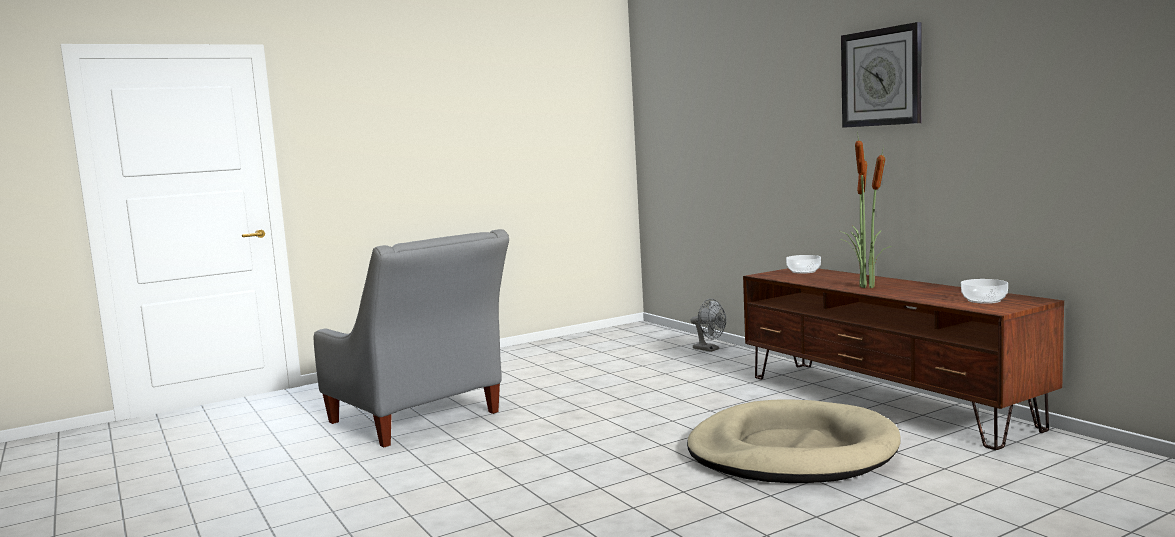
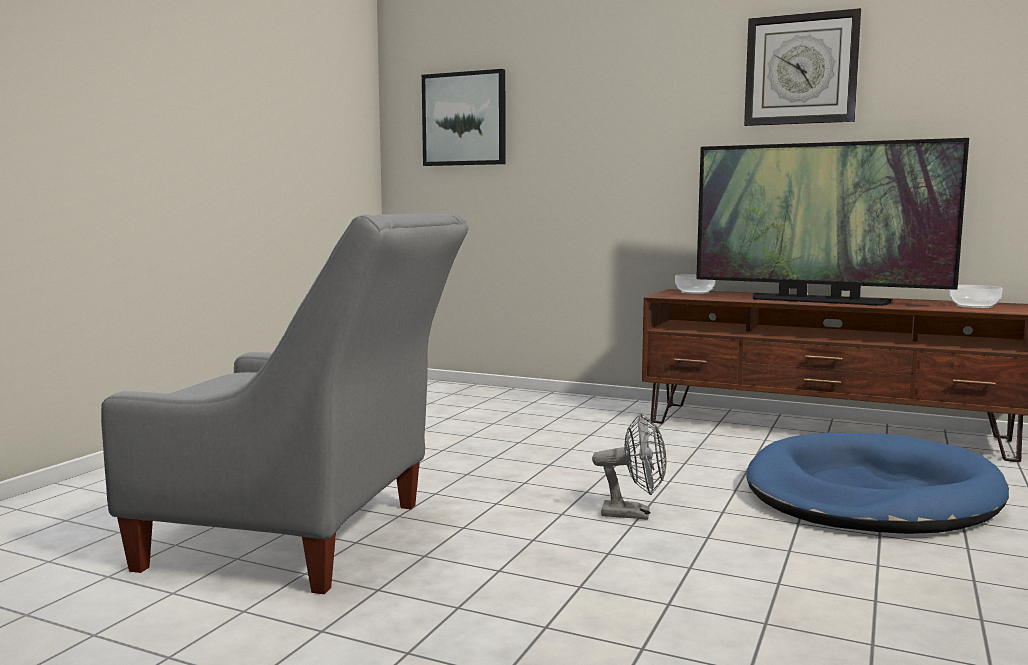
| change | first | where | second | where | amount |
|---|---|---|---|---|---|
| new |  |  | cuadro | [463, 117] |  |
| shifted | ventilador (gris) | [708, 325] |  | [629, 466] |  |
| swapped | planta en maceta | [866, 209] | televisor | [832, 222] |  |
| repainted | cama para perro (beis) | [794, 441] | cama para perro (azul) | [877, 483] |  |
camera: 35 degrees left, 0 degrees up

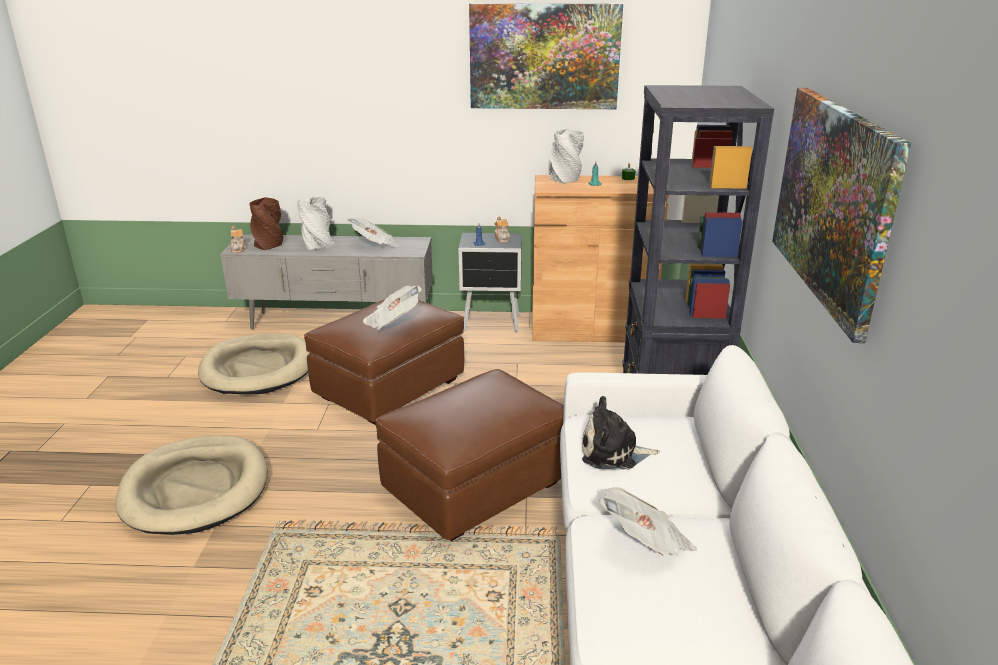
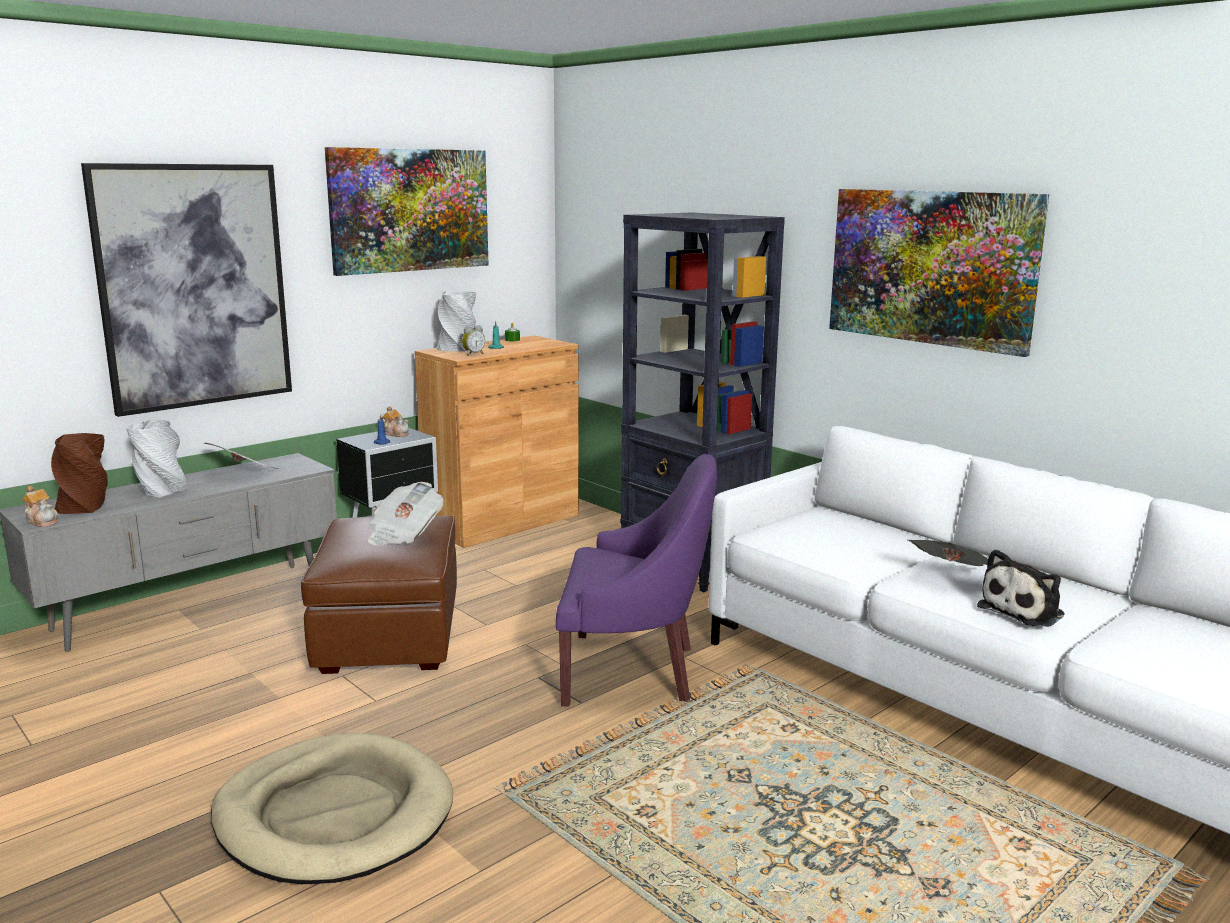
| change | first | where | second | where | amount |
|---|---|---|---|---|---|
| gone | cama para perro (beis) | [253, 363] |  |  |  |
| new |  |  | cuadro | [186, 290] |  |
| new |  |  | despertador | [473, 340] |  |
| shifted | peluche | [621, 432] |  | [1021, 588] |  |
| swapped | puf (marrón) | [469, 455] | sillón (morado) | [636, 580] |  |
camera: 45 degrees left, 10 degrees down

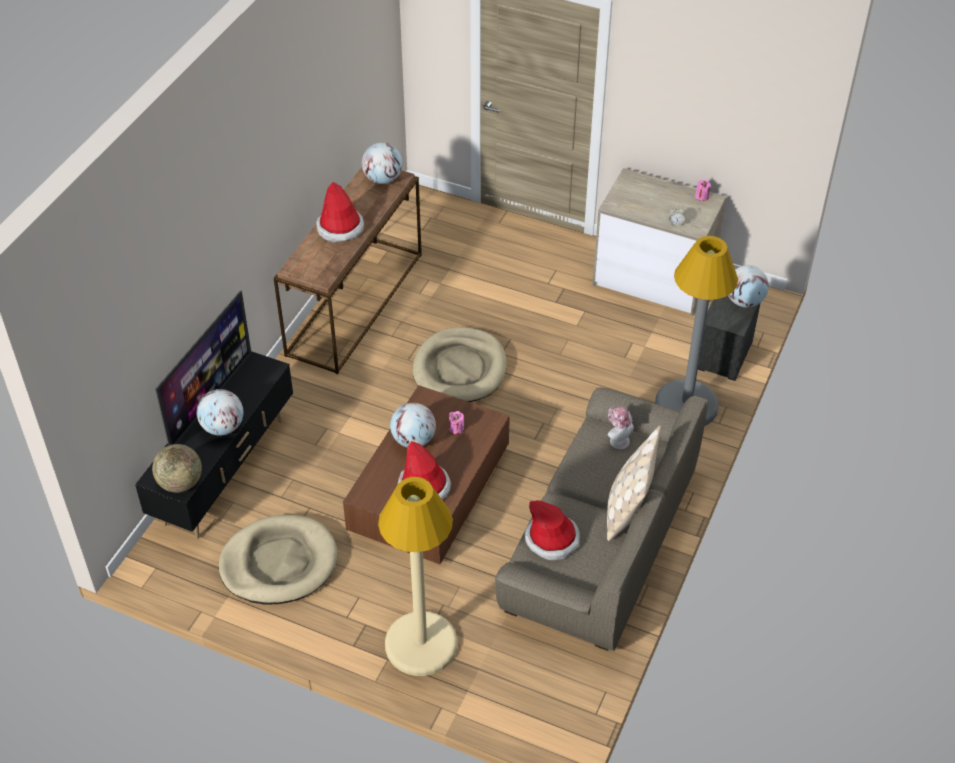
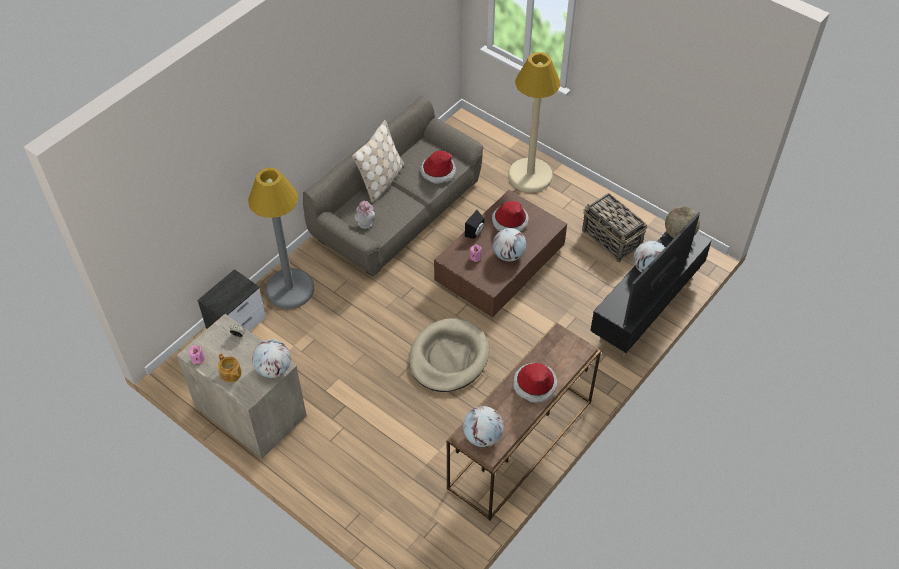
| change | first | where | second | where | amount |
|---|---|---|---|---|---|
| new |  |  | tetera | [230, 367] |  |
| new |  |  | altavoz (negro) | [475, 224] |  |
| shifted | globo terráqueo | [748, 286] |  | [271, 358] |  |
| swapped | cama para perro (beis) | [278, 560] | cesta | [614, 227] |  |
camera: 165 degrees left, 5 degrees up

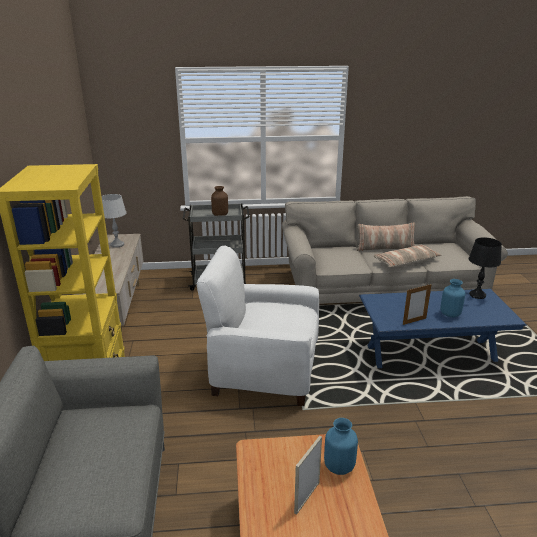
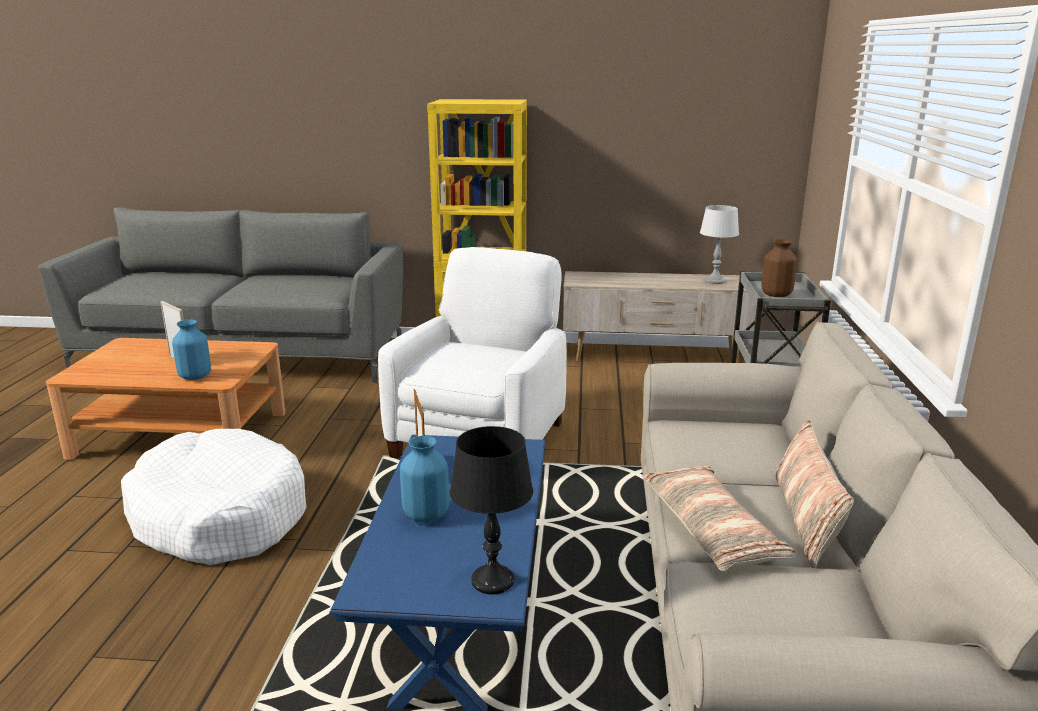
| change | first | where | second | where | amount |
|---|---|---|---|---|---|
| new |  |  | cama para perro (blanco) | [214, 497] |  |
camera: 100 degrees right, 5 degrees down

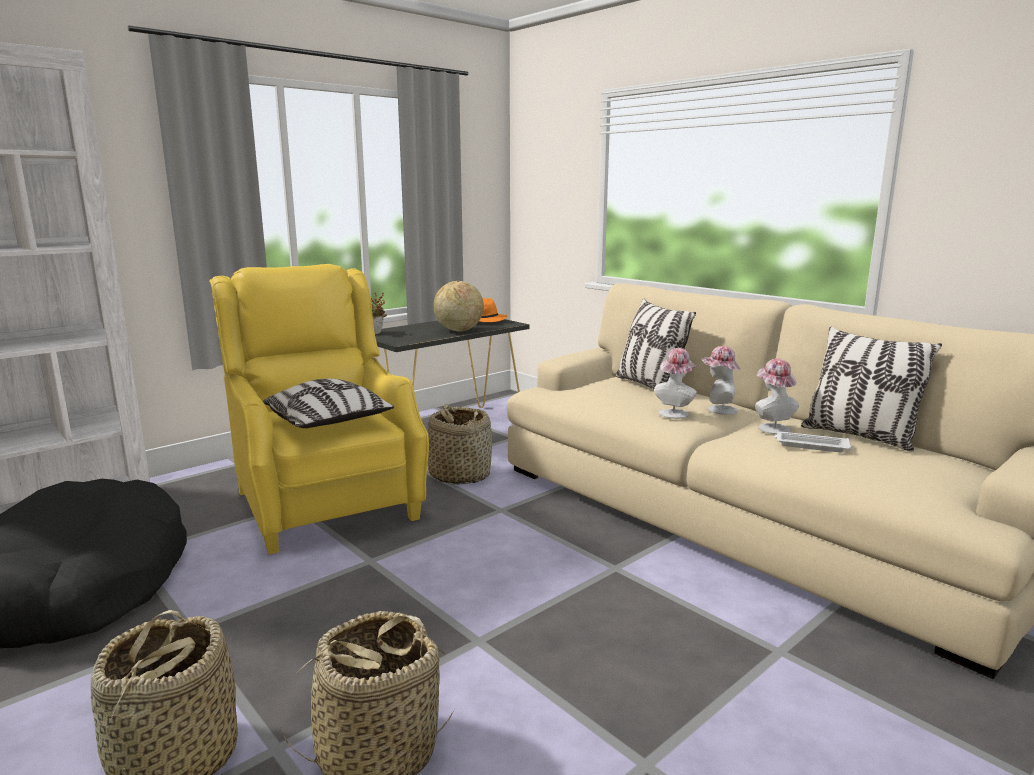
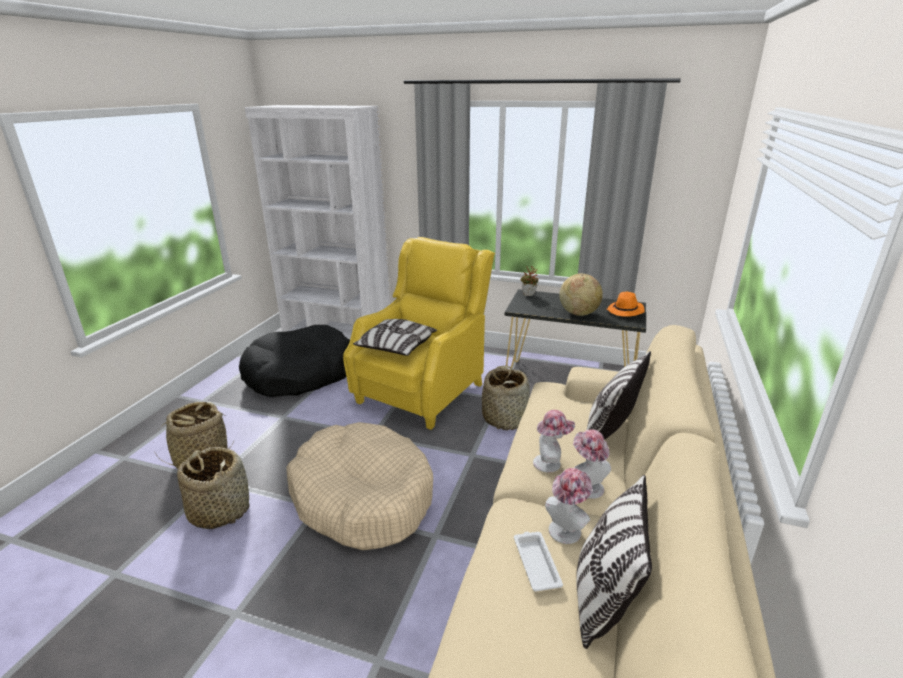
| change | first | where | second | where | amount |
|---|---|---|---|---|---|
| new |  |  | cama para perro (beis) | [359, 486] |  |
camera: 60 degrees right, 10 degrees up

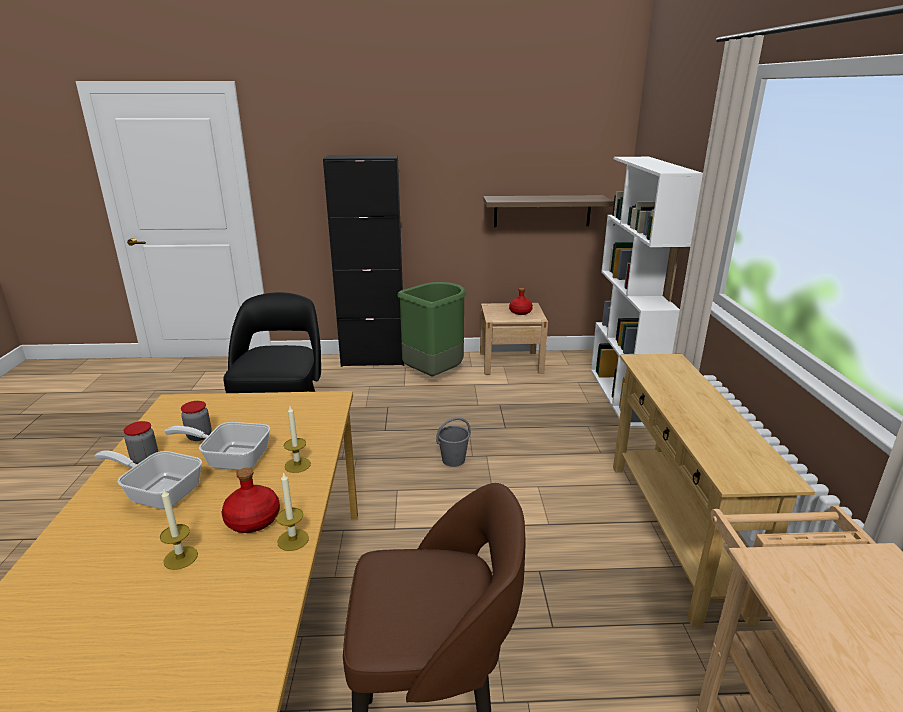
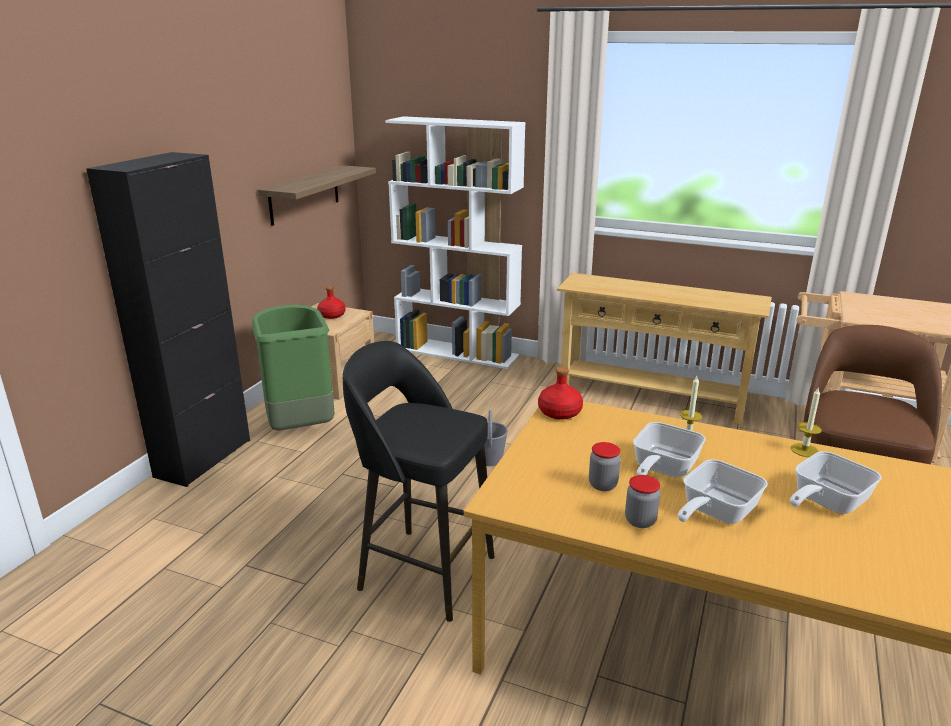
| change | first | where | second | where | amount |
|---|---|---|---|---|---|
| shifted | botella (rojo) | [251, 500] |  | [560, 393] |  |
| swapped | vela | [179, 529] | sartén | [836, 482] |  |
camera: 65 degrees left, 0 degrees up

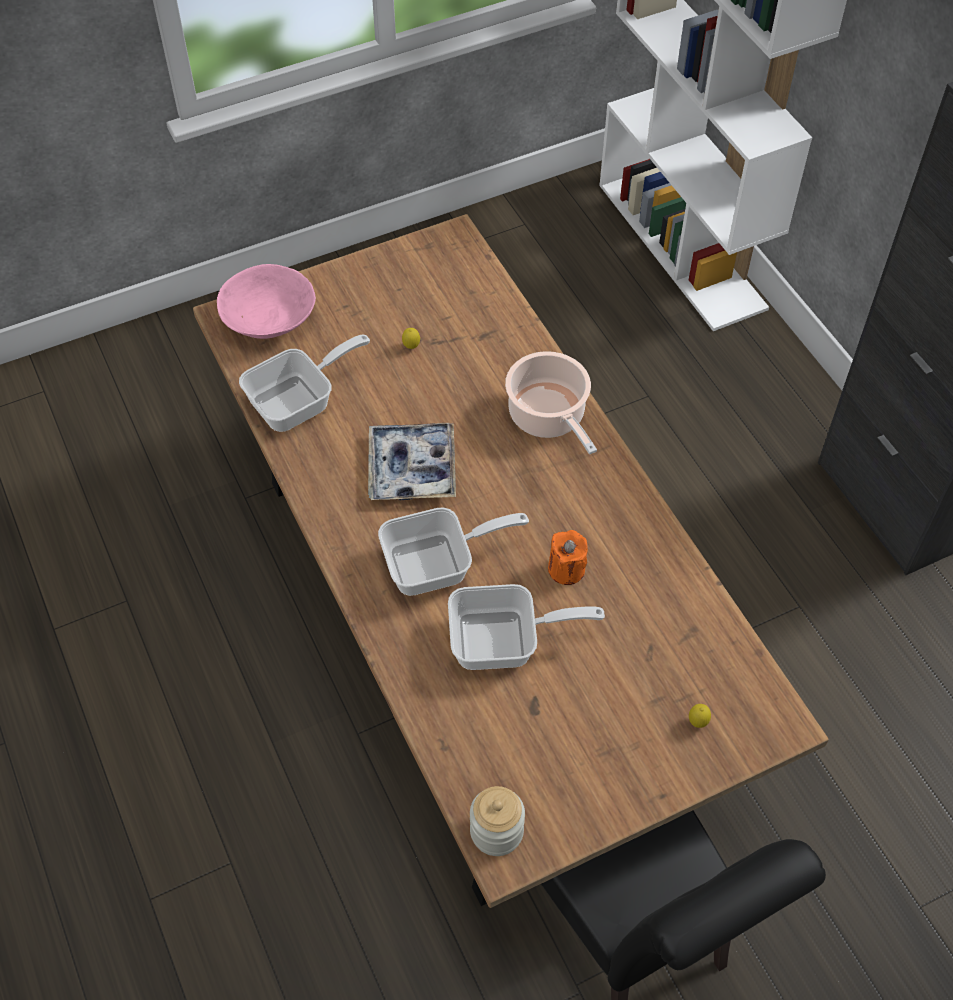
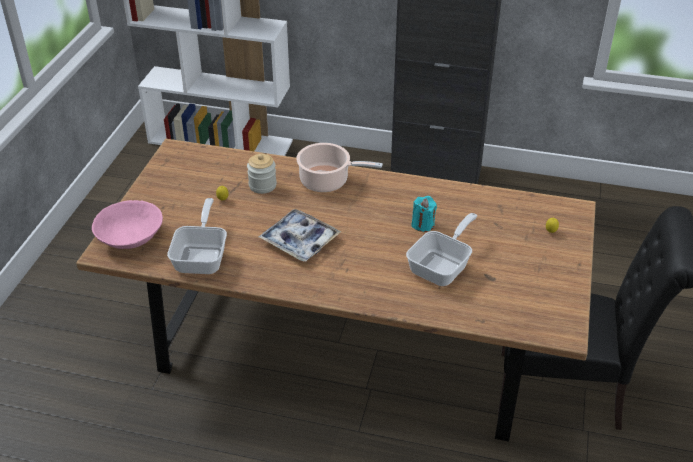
| change | first | where | second | where | amount |
|---|---|---|---|---|---|
| gone | sartén | [453, 551] |  |  |  |
| shifted | tarro | [497, 821] |  | [262, 174] |  |
| repainted | vela (naranja) | [568, 557] | vela (turquesa) | [424, 214] |  |
camera: 50 degrees left, 15 degrees down

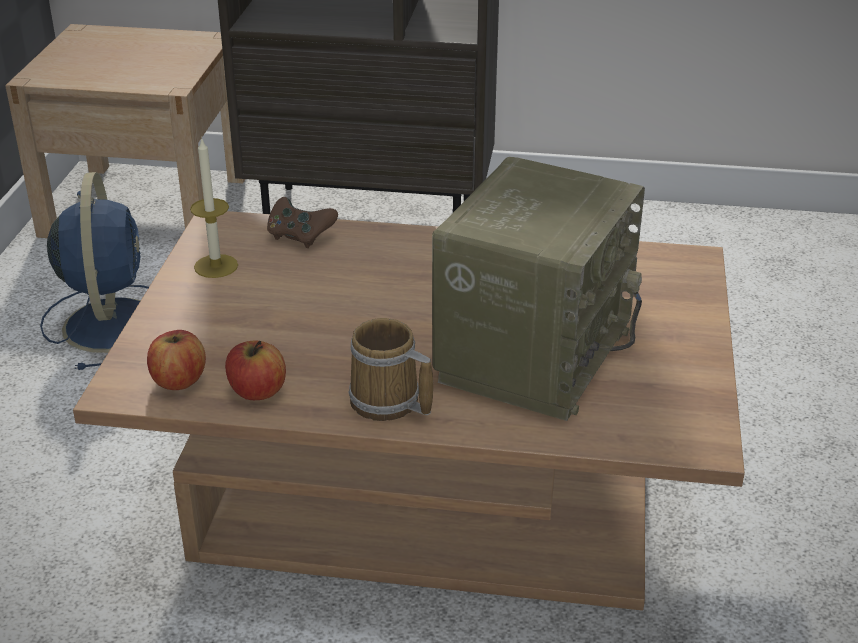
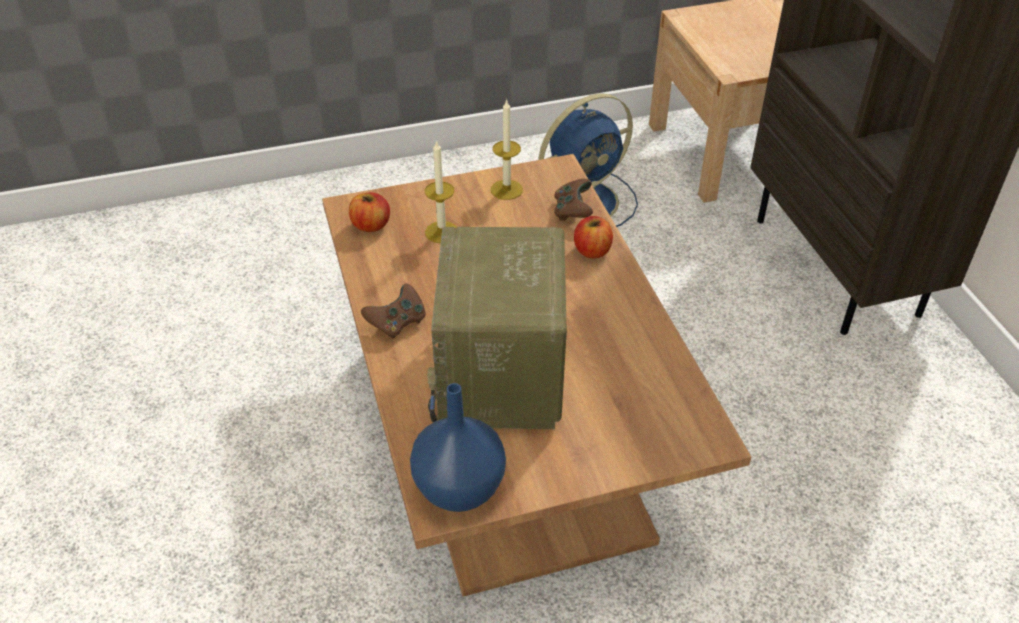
| change | first | where | second | where | amount |
|---|---|---|---|---|---|
| new |  |  | florero (azul) | [458, 447] |  |
| new |  |  | vela | [441, 191] |  |
| shifted | manzana | [255, 370] |  | [593, 237] |  |
| swapped | taza grande | [390, 369] | mando de consola (marrón) | [393, 311] |  |
| rotated | radio | [538, 289] |  | [497, 328] | 90 degrees clockwise |
camera: 65 degrees right, 10 degrees up

